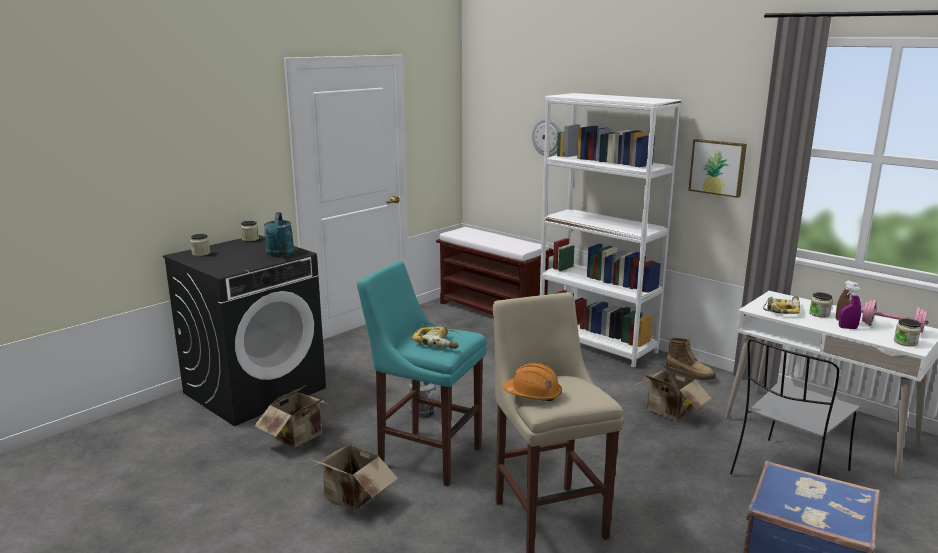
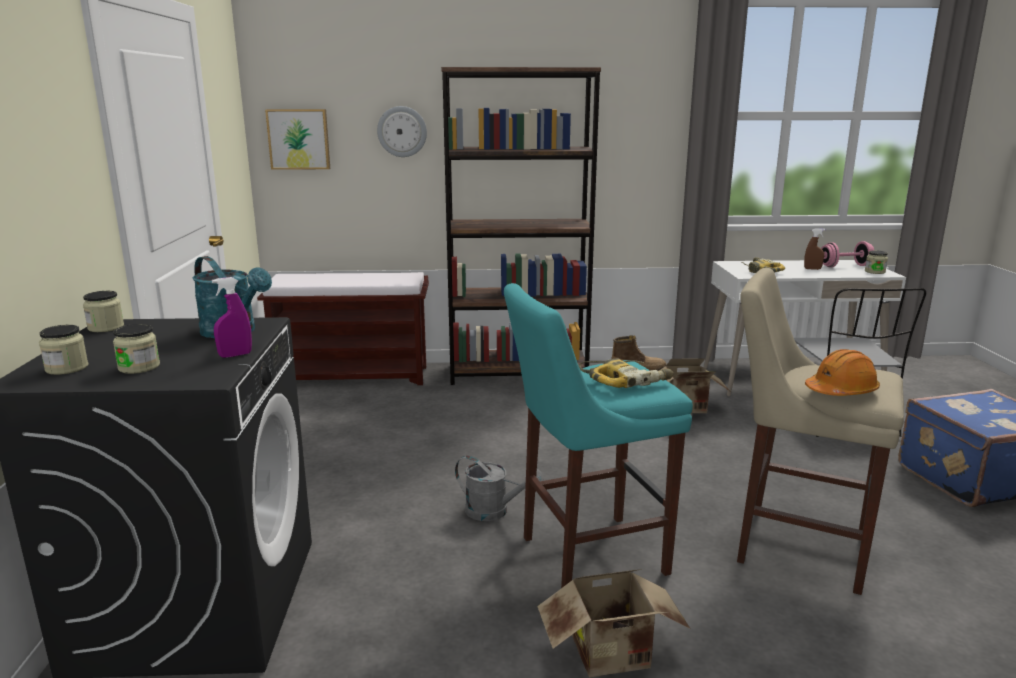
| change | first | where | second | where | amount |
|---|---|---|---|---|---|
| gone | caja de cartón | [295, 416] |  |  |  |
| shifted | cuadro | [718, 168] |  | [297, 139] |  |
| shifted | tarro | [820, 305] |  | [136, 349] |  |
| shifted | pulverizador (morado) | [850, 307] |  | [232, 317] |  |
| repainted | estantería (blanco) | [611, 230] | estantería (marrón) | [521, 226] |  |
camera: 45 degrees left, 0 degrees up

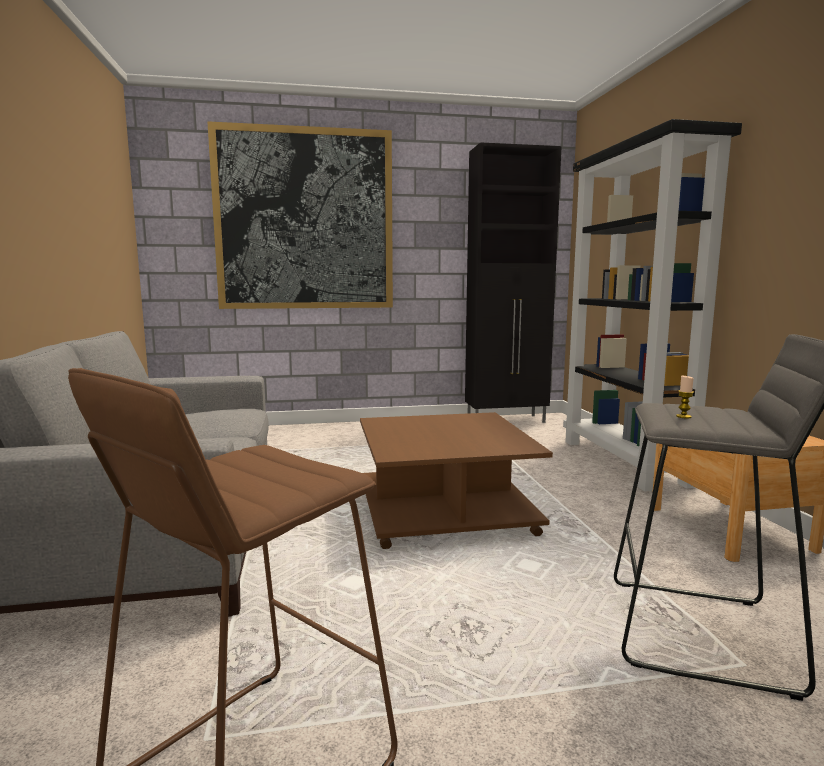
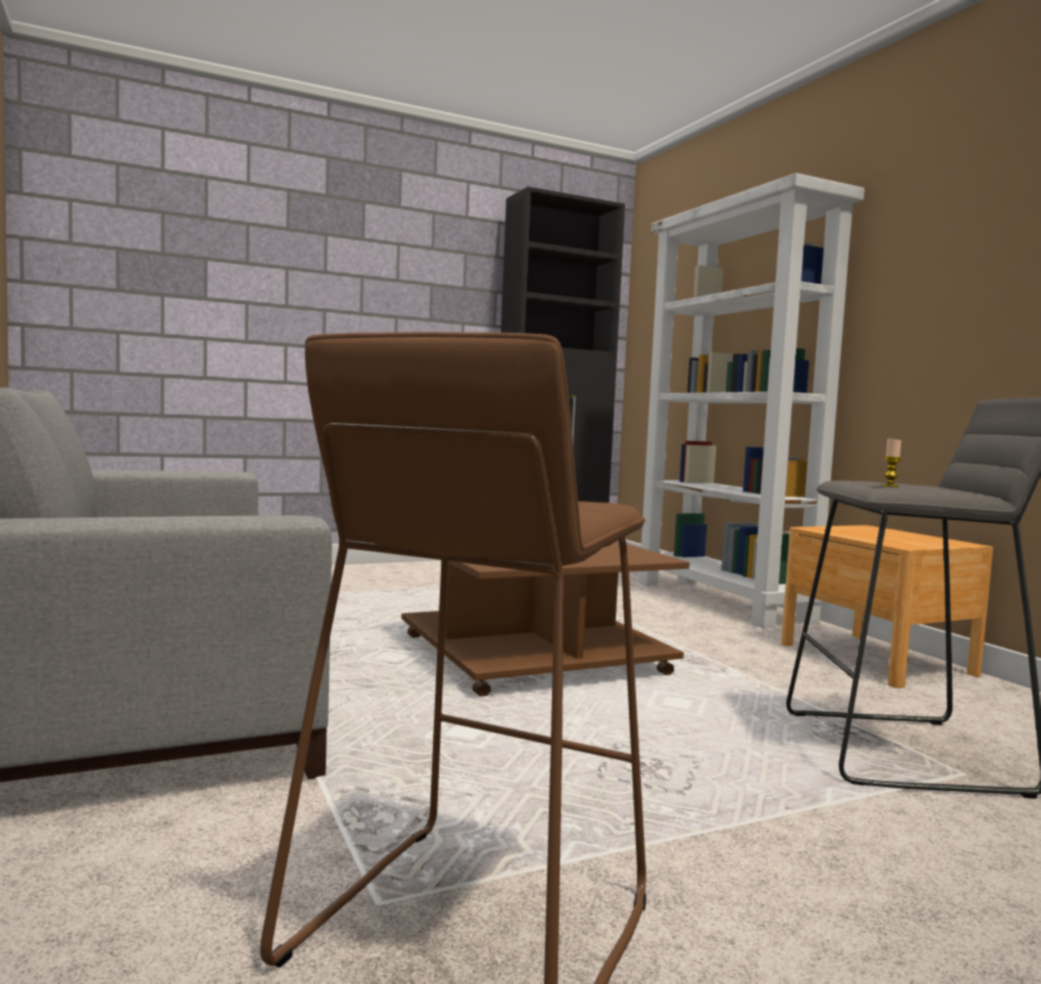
| change | first | where | second | where | amount |
|---|---|---|---|---|---|
| gone | cuadro | [300, 215] |  |  |  |
| repainted | estantería (negro) | [652, 305] | estantería (blanco) | [752, 401] |  |
camera: 15 degrees left, 5 degrees down

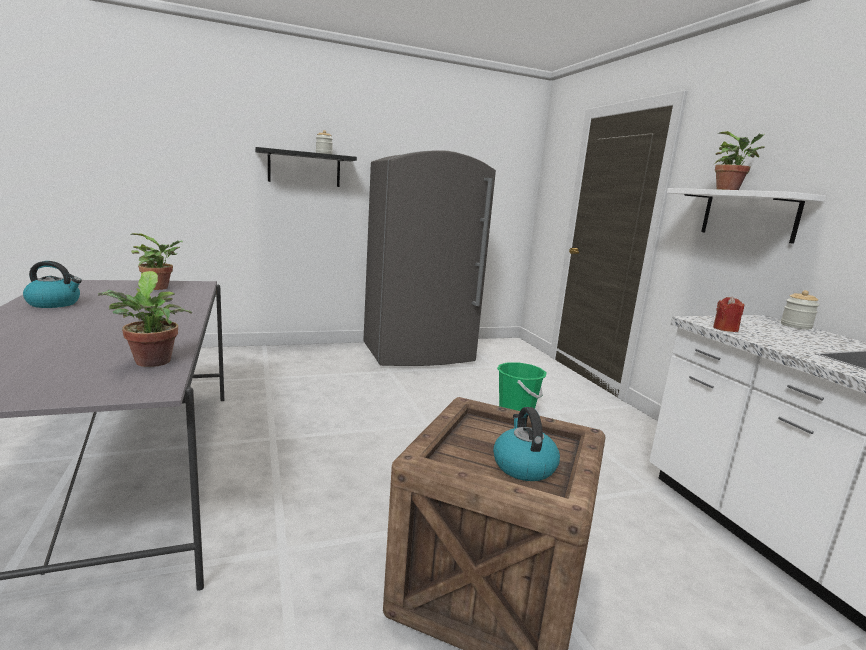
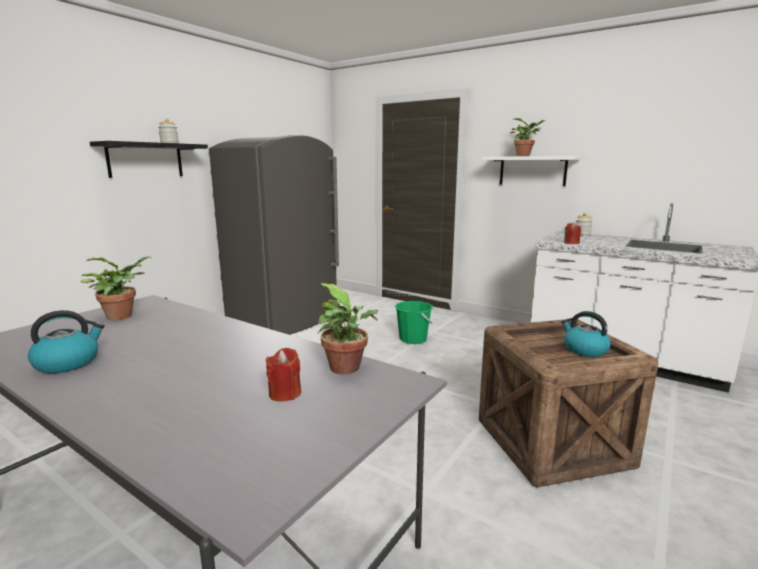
| change | first | where | second | where | amount |
|---|---|---|---|---|---|
| new |  |  | vela (rojo) | [283, 375] |  |
camera: 35 degrees left, 0 degrees up

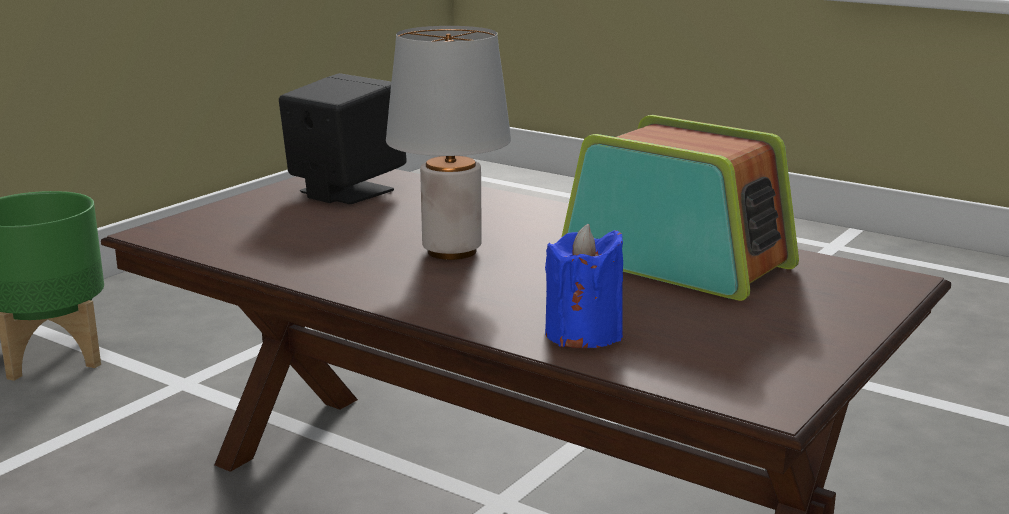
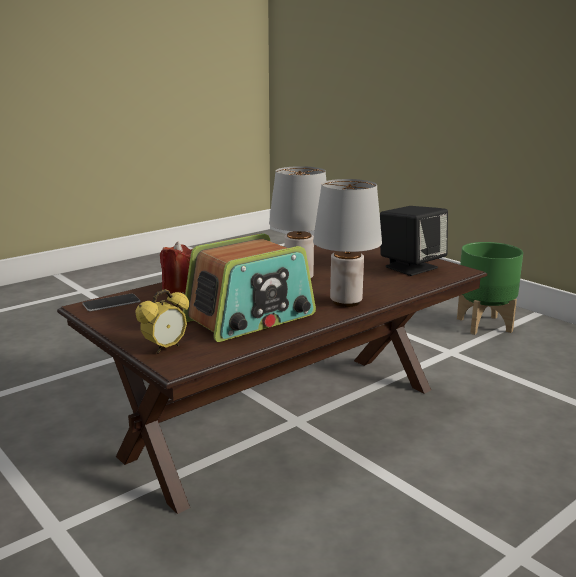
| change | first | where | second | where | amount |
|---|---|---|---|---|---|
| new |  |  | móvil | [111, 302] |  |
| new |  |  | despertador | [162, 321] |  |
| new |  |  | lámpara de mesa (gris) | [347, 243] |  |
| repainted | vela (azul) | [584, 286] | vela (rojo) | [176, 268] |  |
camera: 105 degrees right, 0 degrees up

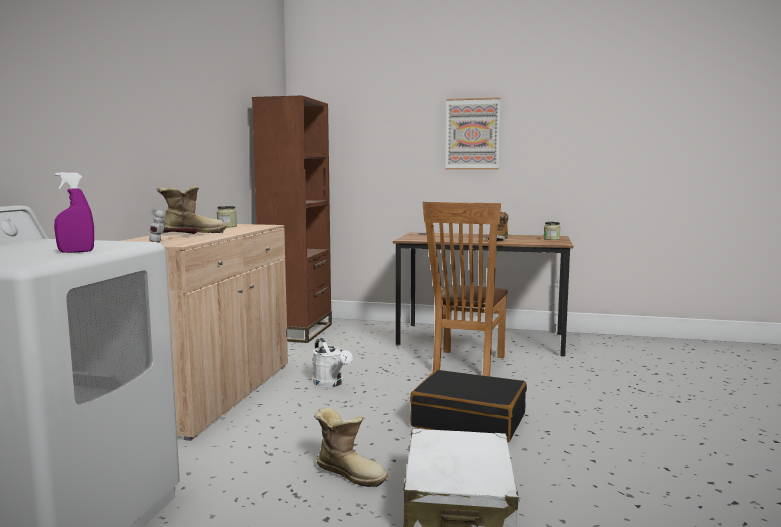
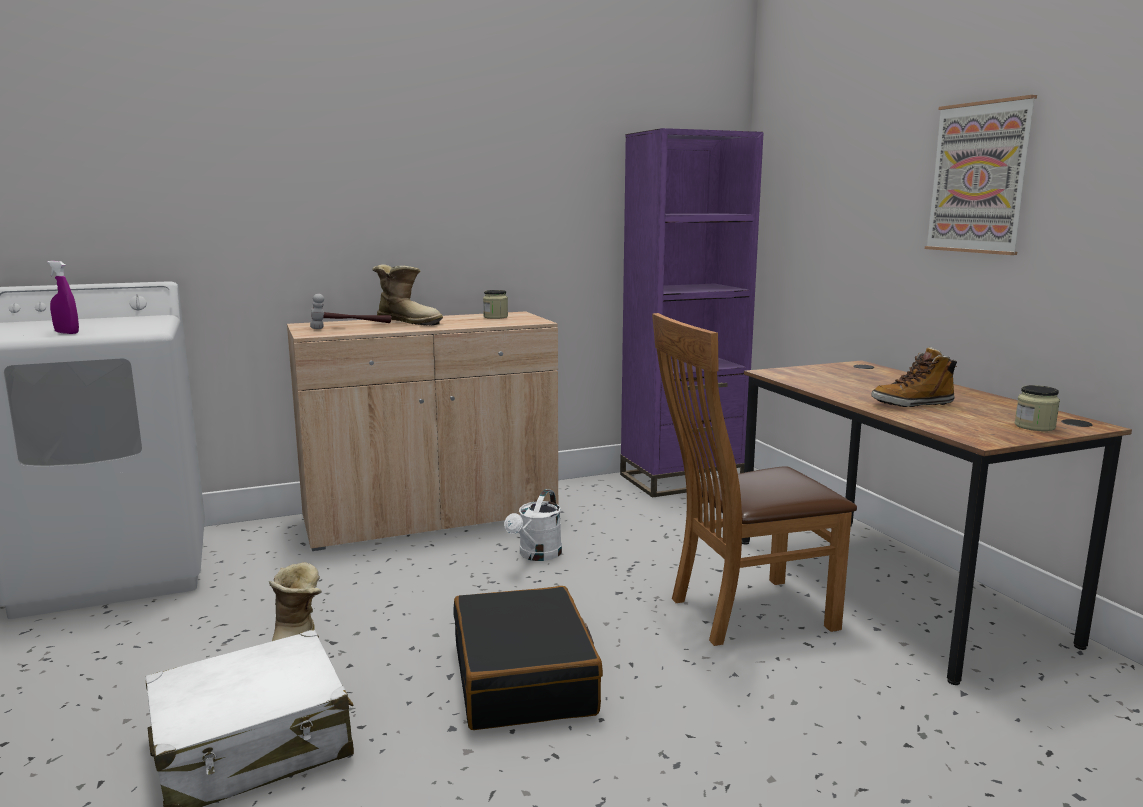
| change | first | where | second | where | amount |
|---|---|---|---|---|---|
| repainted | estantería (marrón) | [292, 219] | estantería (morado) | [692, 313] |  |
camera: 55 degrees right, 5 degrees up

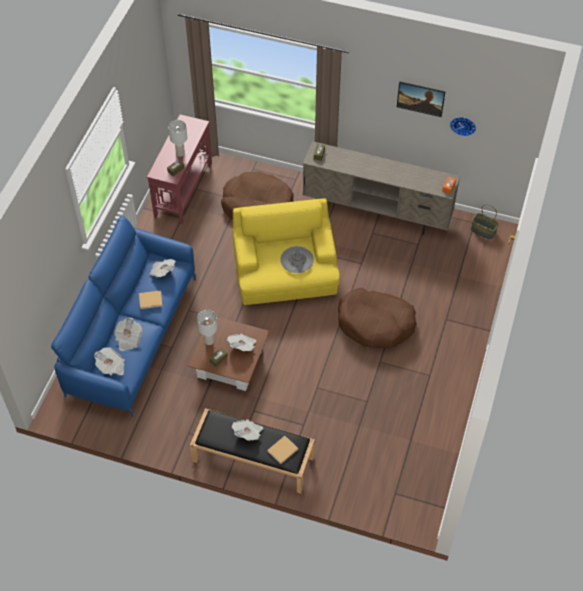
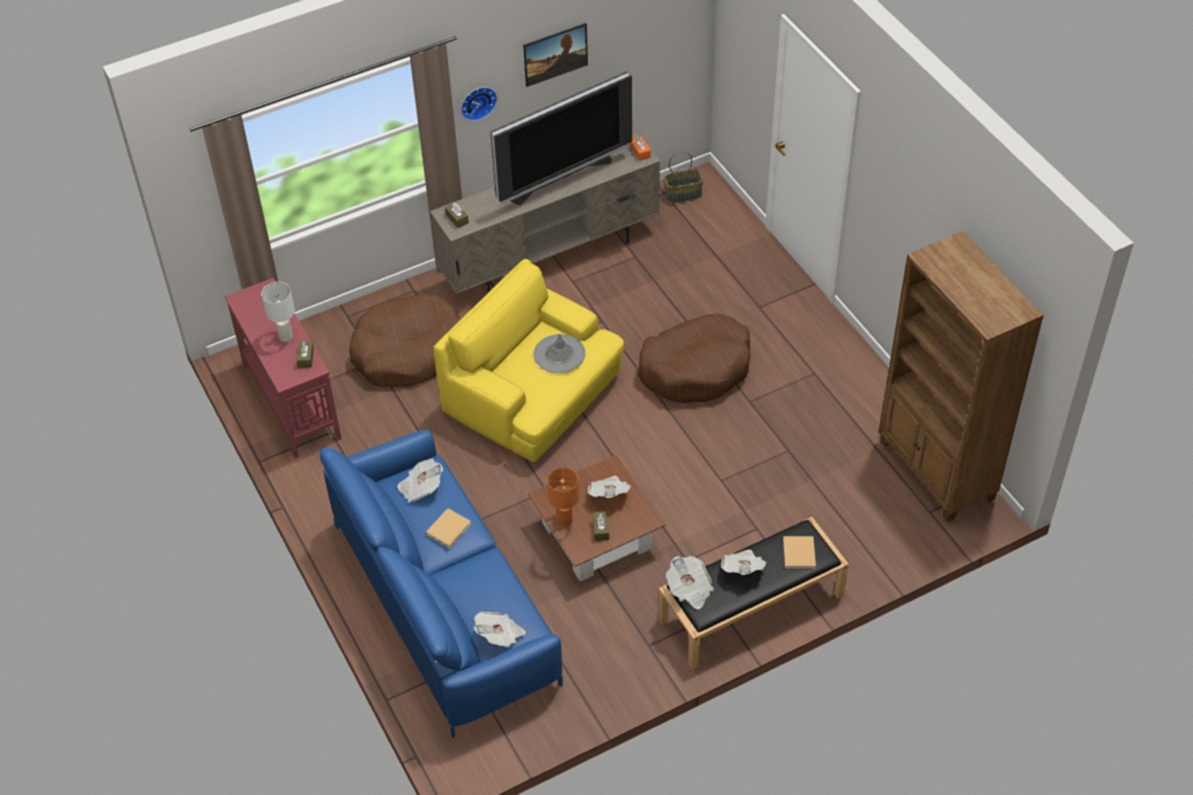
| change | first | where | second | where | amount |
|---|---|---|---|---|---|
| new |  |  | televisor | [561, 138] |  |
| new |  |  | estantería (marrón) | [961, 376] |  |
| shifted | periódico | [128, 334] |  | [690, 582] |  |
| shifted | reloj de pared | [463, 127] |  | [479, 104] |  |
| repainted | lámpara de mesa (blanco) | [207, 327] | lámpara de mesa (naranja) | [563, 496] |  |
camera: 45 degrees left, 5 degrees down

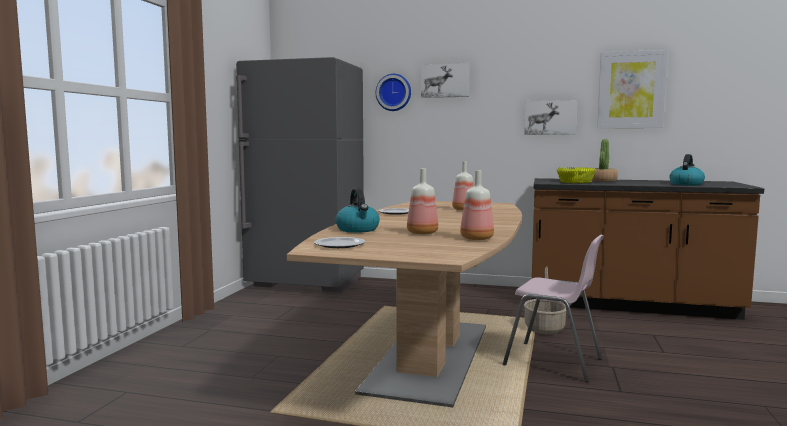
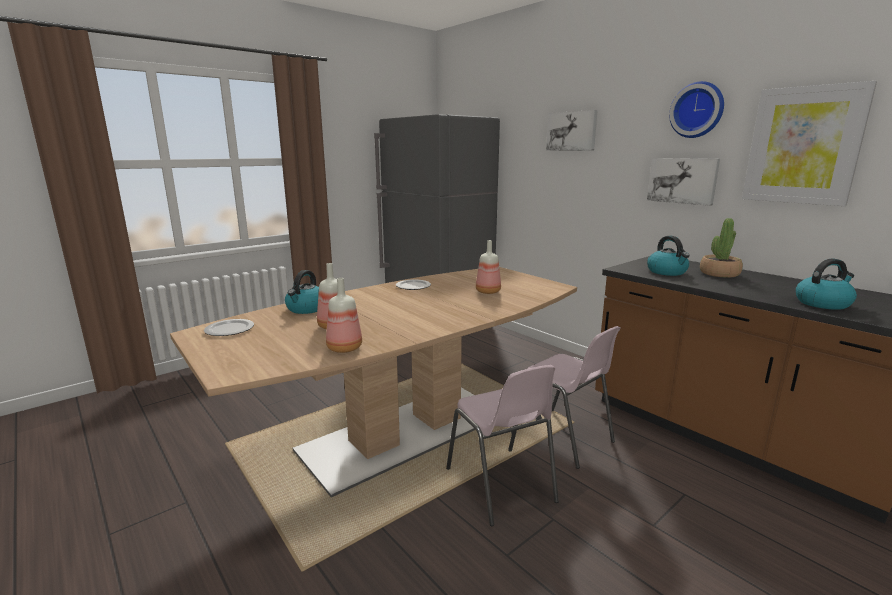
| change | first | where | second | where | amount |
|---|---|---|---|---|---|
| shifted | reloj de pared | [393, 92] |  | [696, 109] |  |
| swapped | cesta | [545, 300] | silla (rosa) | [566, 397] |  |
| swapped | cuenco (amarillo) | [576, 175] | hervidor | [668, 256] |  |
camera: 35 degrees right, 10 degrees up

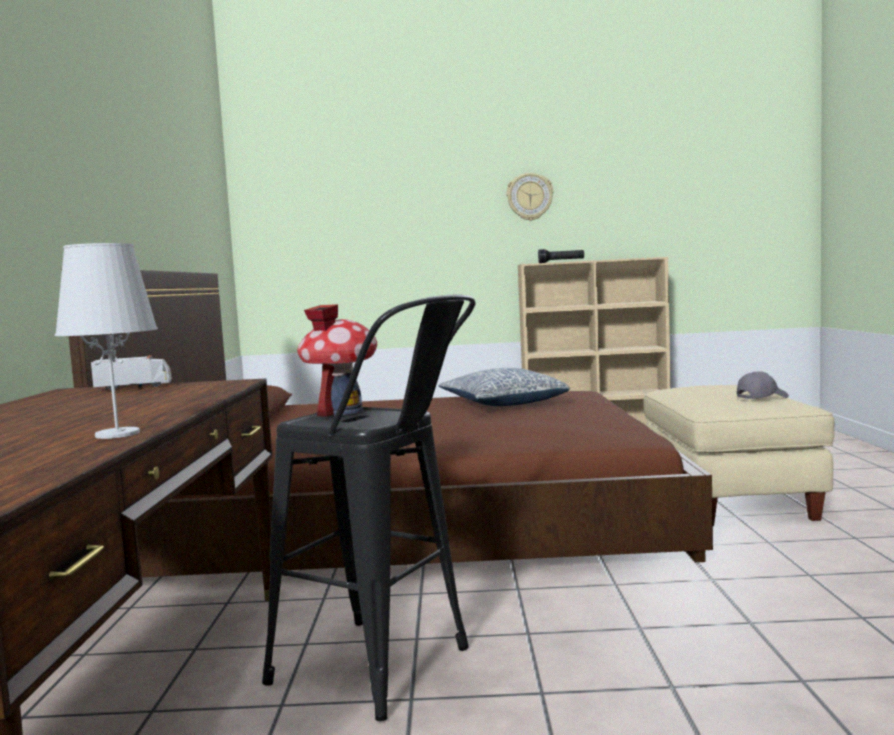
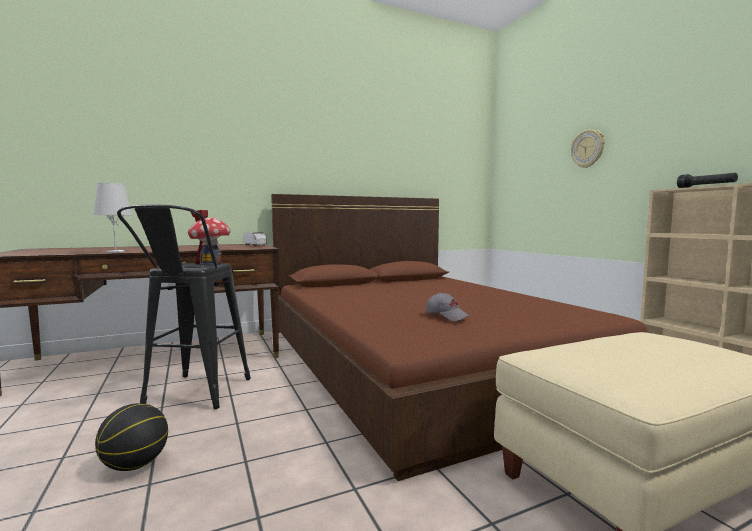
| change | first | where | second | where | amount |
|---|---|---|---|---|---|
| gone | cojín | [504, 387] |  |  |  |
| new |  |  | balón de baloncesto | [131, 437] |  |
| shifted | reloj de pared | [530, 197] |  | [588, 148] |  |
| shifted | gorra (gris) | [763, 385] |  | [447, 307] |  |
camera: 65 degrees right, 0 degrees up

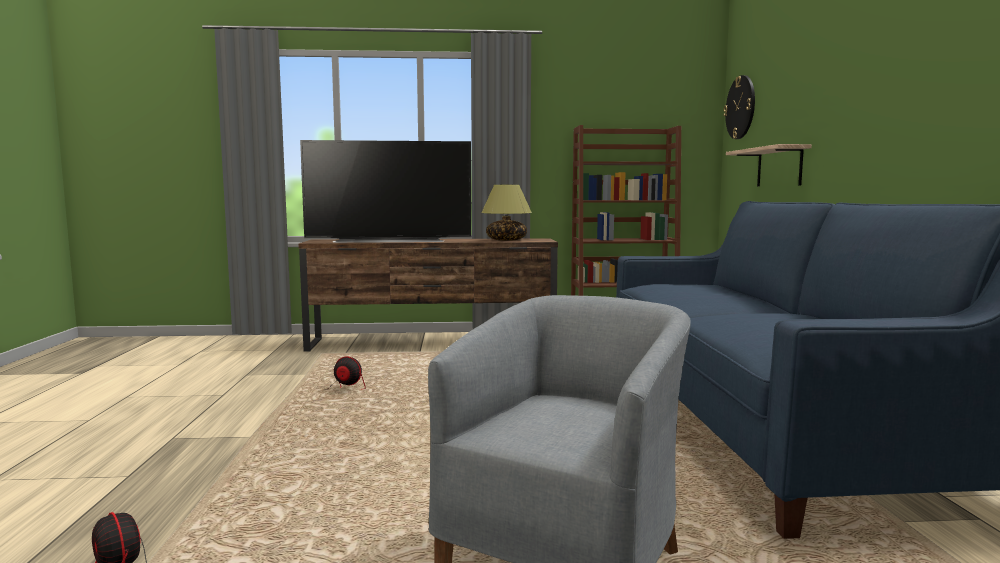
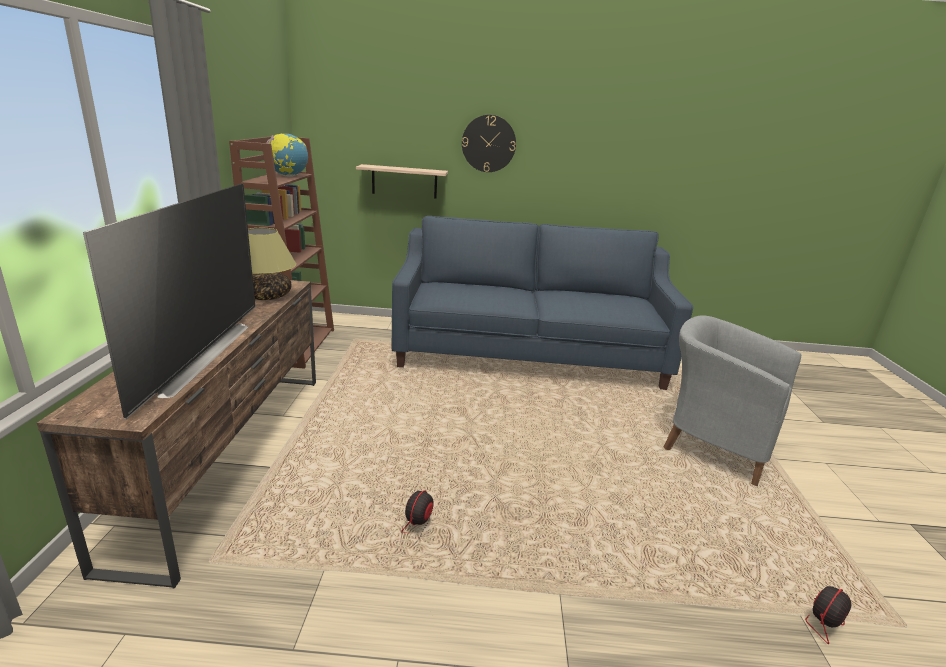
| change | first | where | second | where | amount |
|---|---|---|---|---|---|
| new |  |  | globo terráqueo | [287, 155] |  |
| shifted | reloj de pared | [739, 107] |  | [489, 143] |  |
camera: 85 degrees left, 15 degrees up

